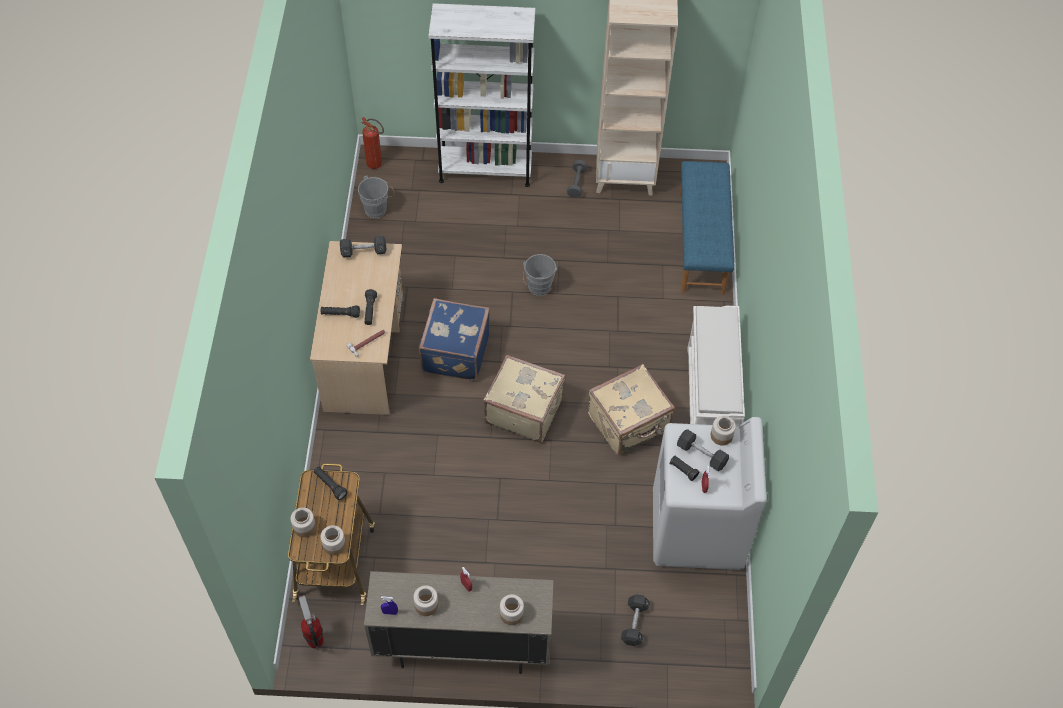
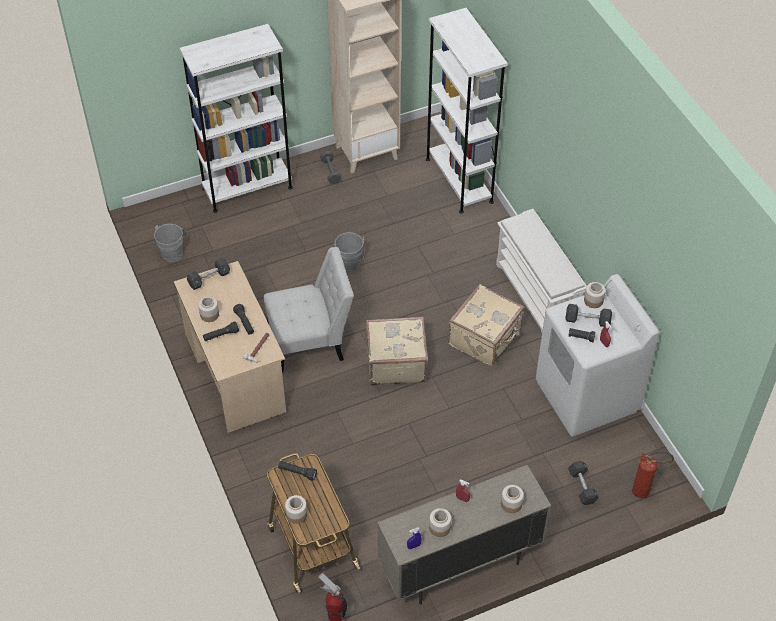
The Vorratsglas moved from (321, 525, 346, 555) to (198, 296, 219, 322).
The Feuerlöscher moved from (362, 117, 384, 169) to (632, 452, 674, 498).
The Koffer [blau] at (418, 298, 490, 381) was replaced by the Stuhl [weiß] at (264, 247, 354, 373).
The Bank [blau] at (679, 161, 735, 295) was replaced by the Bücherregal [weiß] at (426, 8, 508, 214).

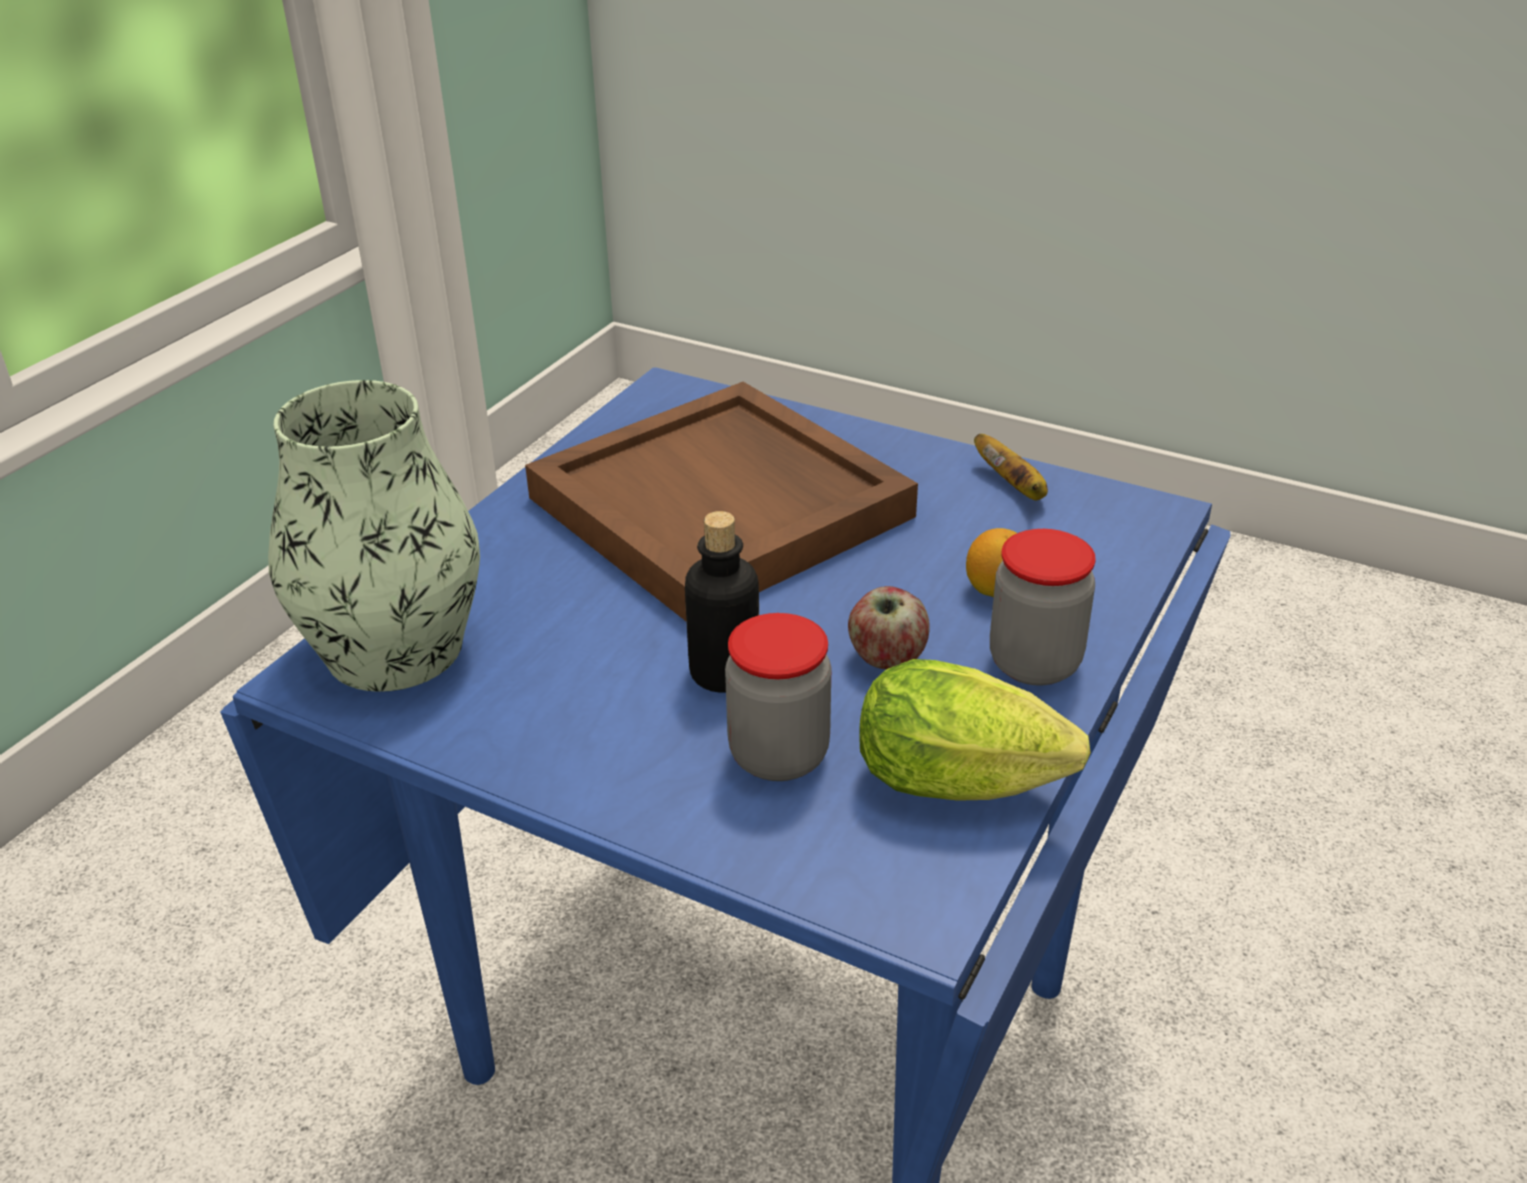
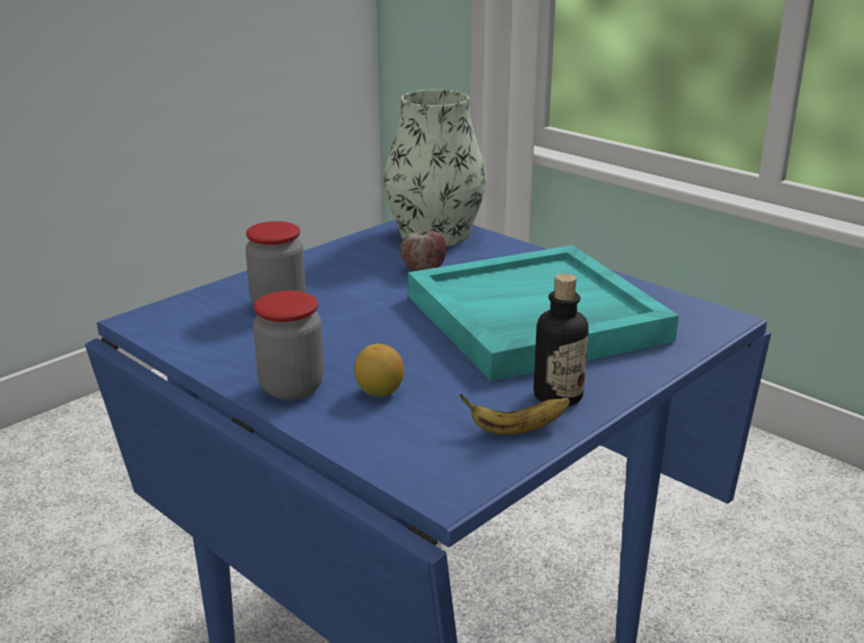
The Salatkopf at (859, 659, 1091, 801) disappeared.
The Flasche moved from (685, 511, 759, 693) to (534, 274, 589, 406).
The Apfel moved from (848, 586, 930, 669) to (400, 230, 447, 271).
The Tablett [braun] at (525, 382, 918, 621) became the Tablett [türkis] at (408, 245, 679, 381).

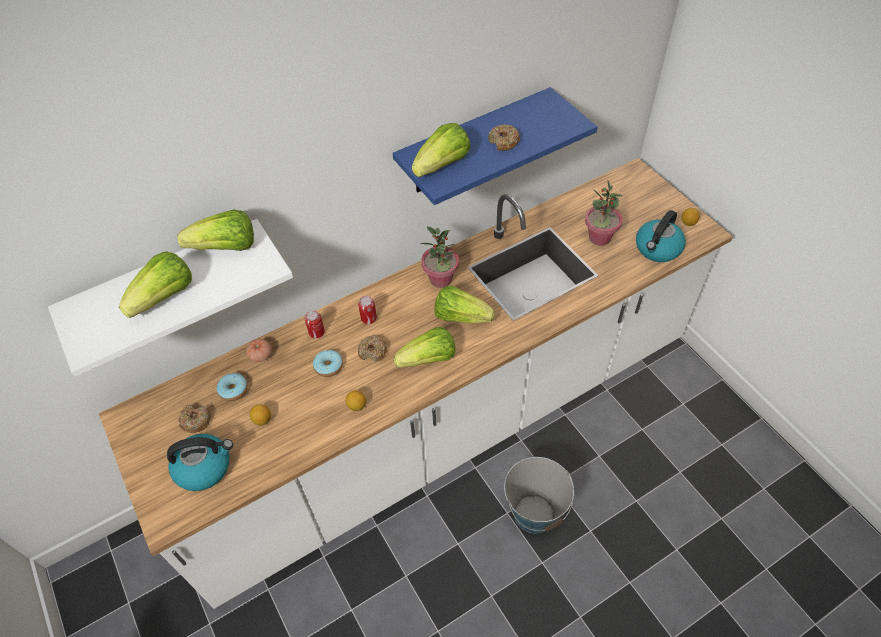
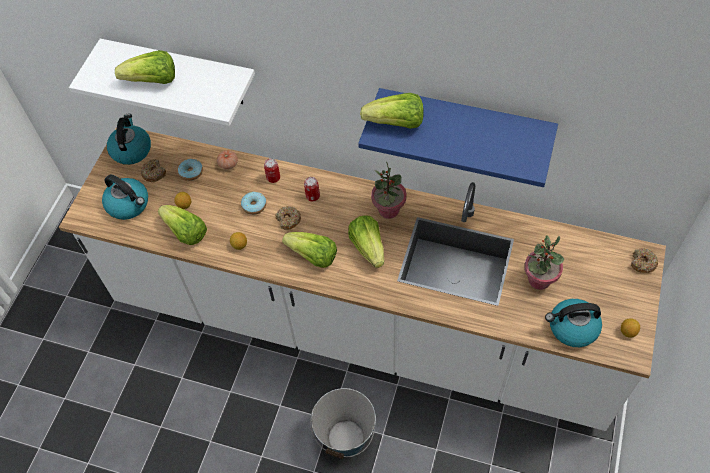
The Wasserkessel at (107, 114, 151, 165) appeared.
The Salatkopf moved from (178, 210, 254, 251) to (158, 205, 207, 245).
The Donut moved from (488, 124, 520, 151) to (631, 248, 658, 273).

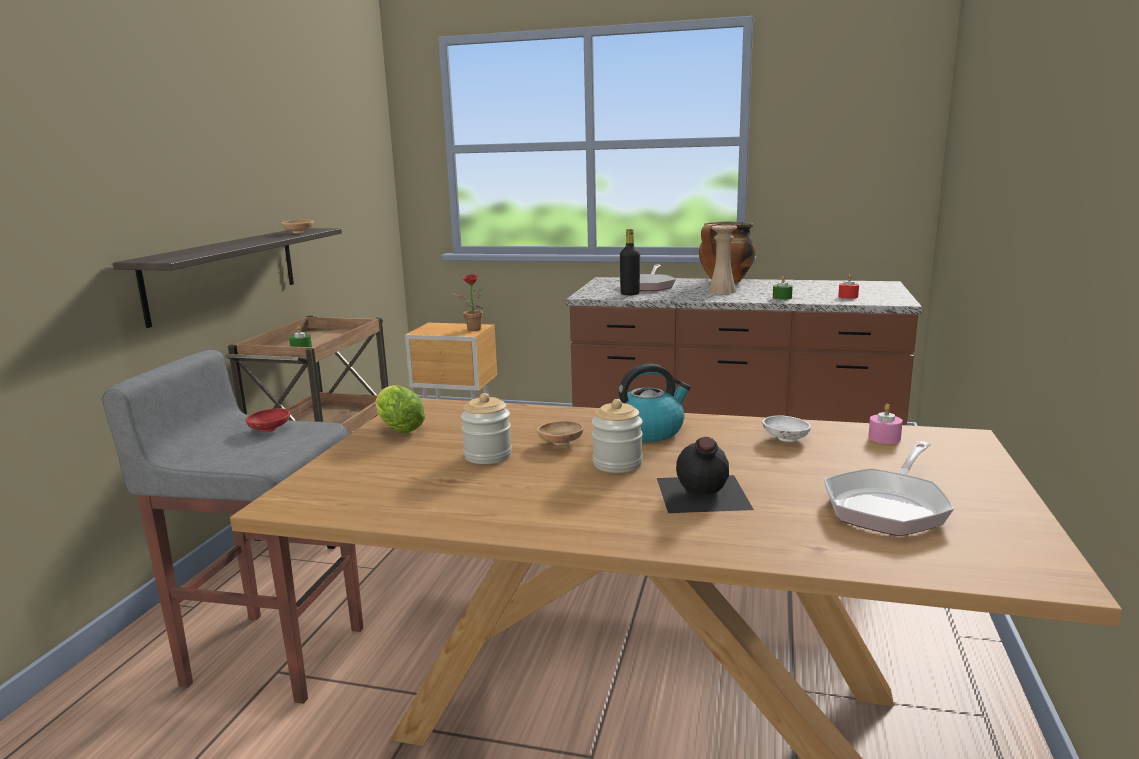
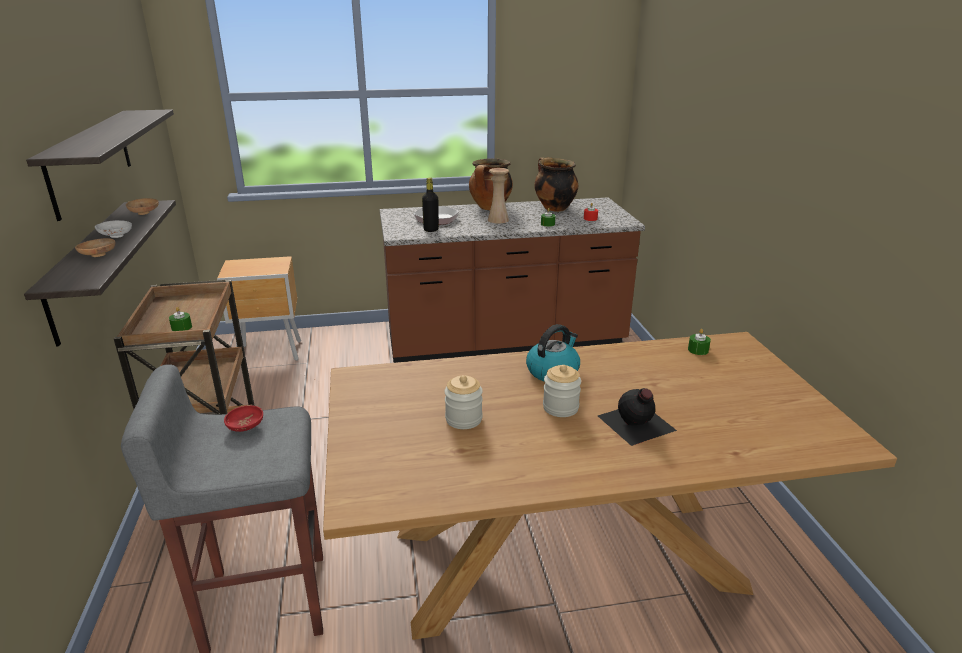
The Salatkopf at (375, 385, 425, 433) disappeared.
The Topfpflanze at (452, 274, 483, 331) disappeared.
The Pfanne at (824, 441, 954, 536) disappeared.
The Wandregal at (26, 109, 174, 221) appeared.
The Kochtopf at (534, 157, 578, 212) appeared.
The Schüssel [braun] moved from (537, 421, 584, 445) to (75, 238, 115, 257).
The Schüssel [weiß] moved from (762, 416, 811, 442) to (95, 220, 132, 238).
The Kerze [rosa] at (868, 404, 903, 444) became the Kerze [grün] at (688, 329, 711, 355).

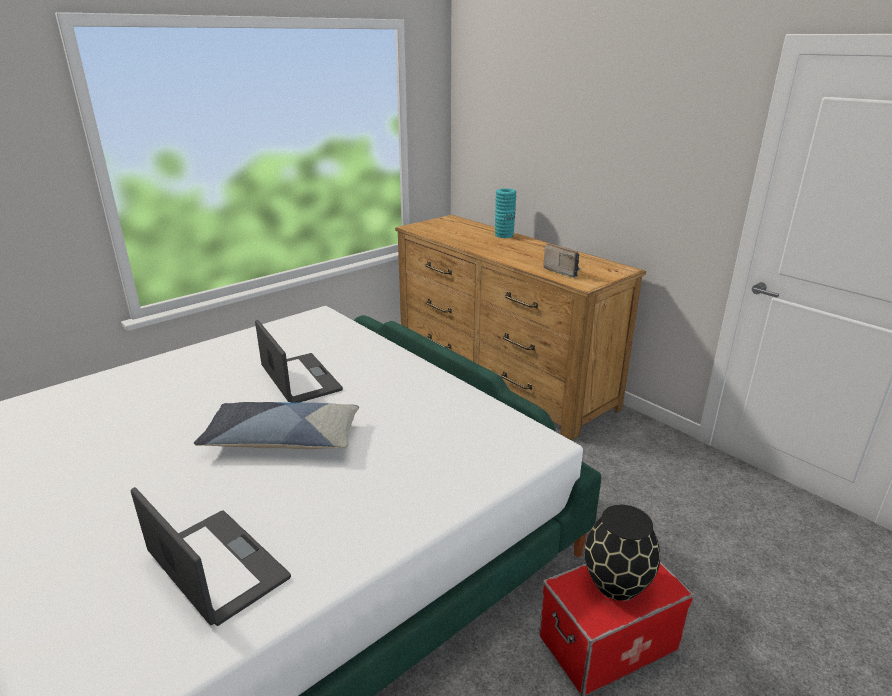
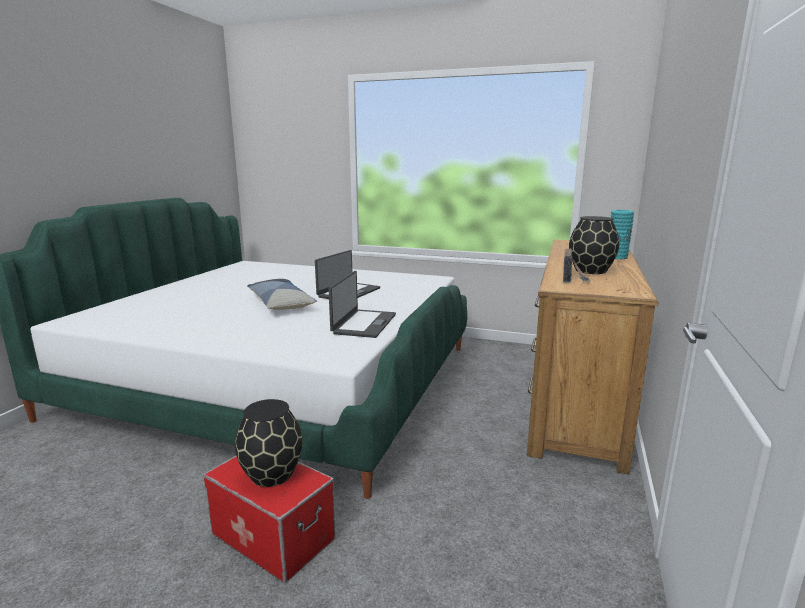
The Vase [schwarz] at (569, 216, 619, 274) appeared.
The Laptop moved from (131, 487, 291, 626) to (328, 271, 396, 338).

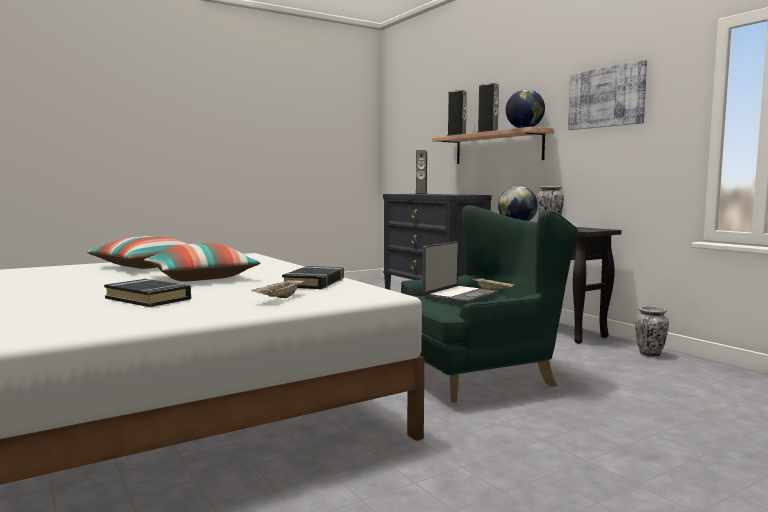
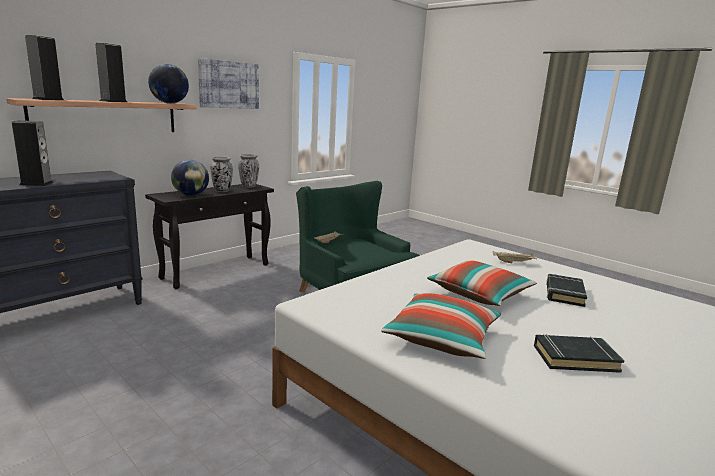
The Laptop at (422, 241, 498, 305) disappeared.
The Buch [schwarz] moved from (282, 266, 344, 289) to (534, 334, 624, 373).
The Vase moved from (635, 306, 669, 357) to (238, 154, 259, 188).

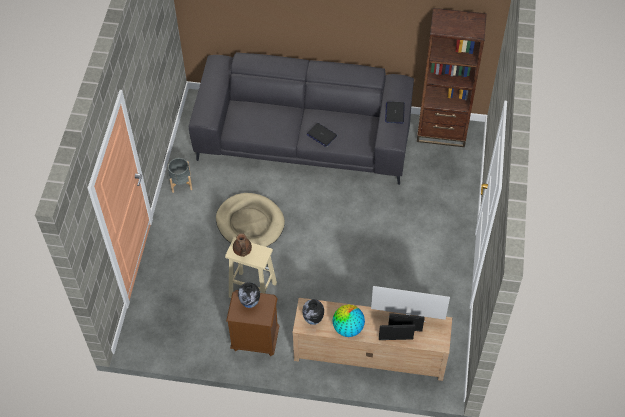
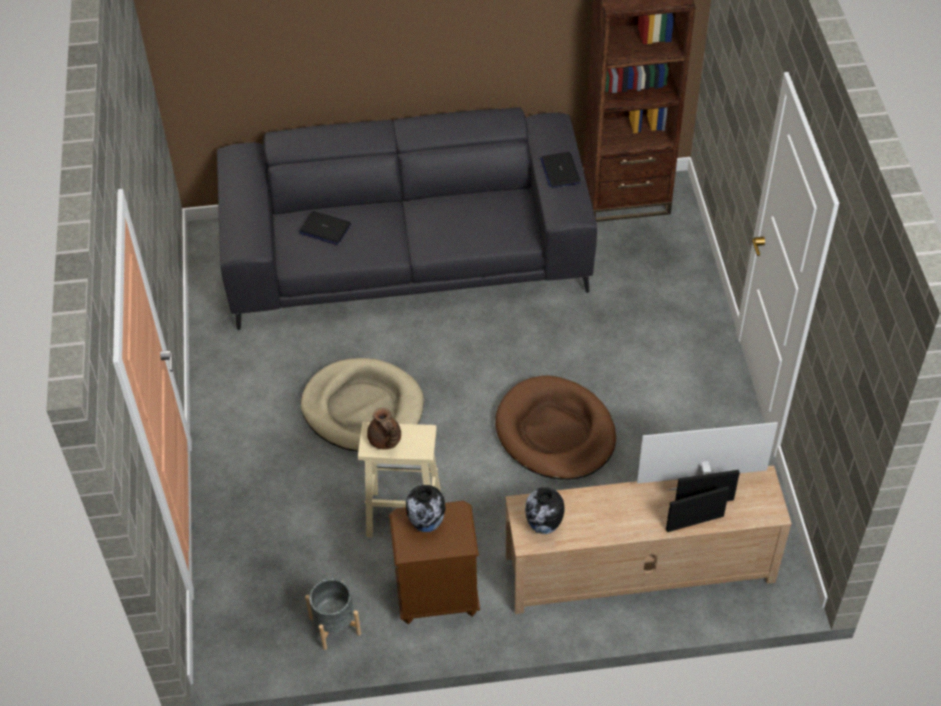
The Globus at (332, 305, 365, 337) disappeared.
The Hundebett [braun] at (495, 375, 616, 480) appeared.
The Pflanzkübel [grau] moved from (168, 158, 193, 193) to (305, 579, 361, 650).
The Laptop moved from (307, 123, 337, 147) to (299, 211, 351, 245).

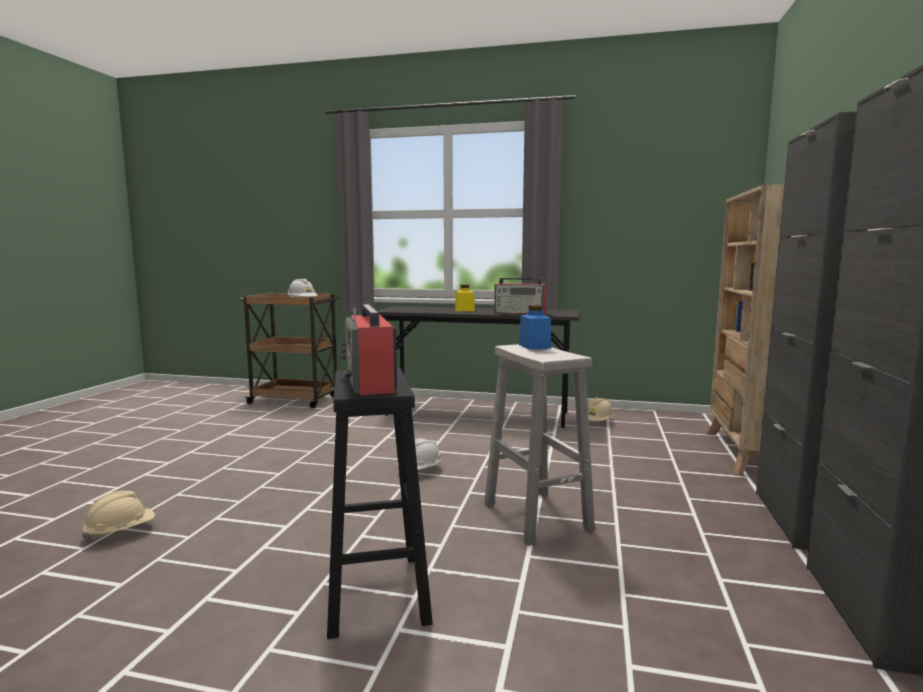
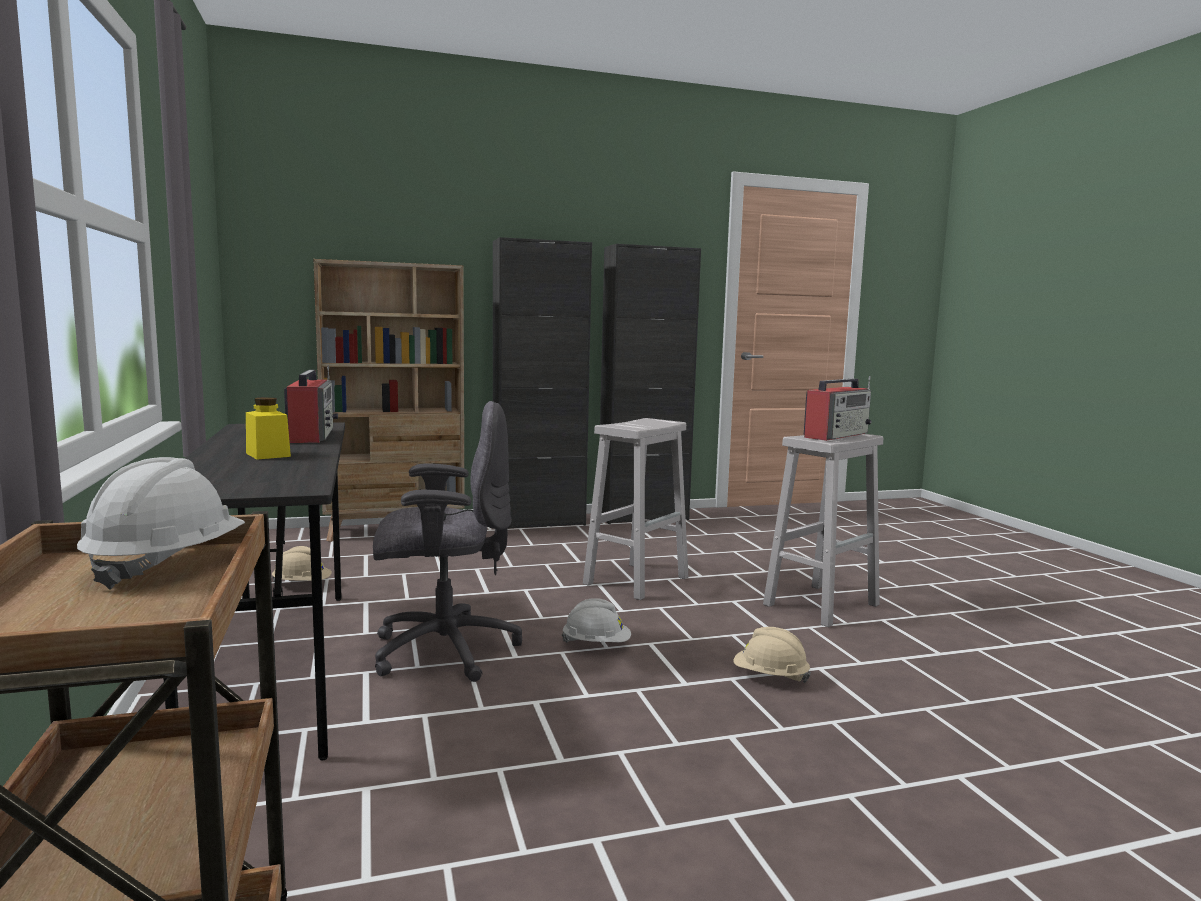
The Vorratsglas [blau] at (519, 305, 551, 350) disappeared.
The Bürostuhl [grau] at (373, 401, 522, 682) appeared.
The Schutzhelm [beige] moved from (82, 491, 155, 542) to (733, 627, 811, 683).
The Hocker [schwarz] at (327, 368, 433, 639) became the Hocker [weiß] at (763, 434, 883, 627).

